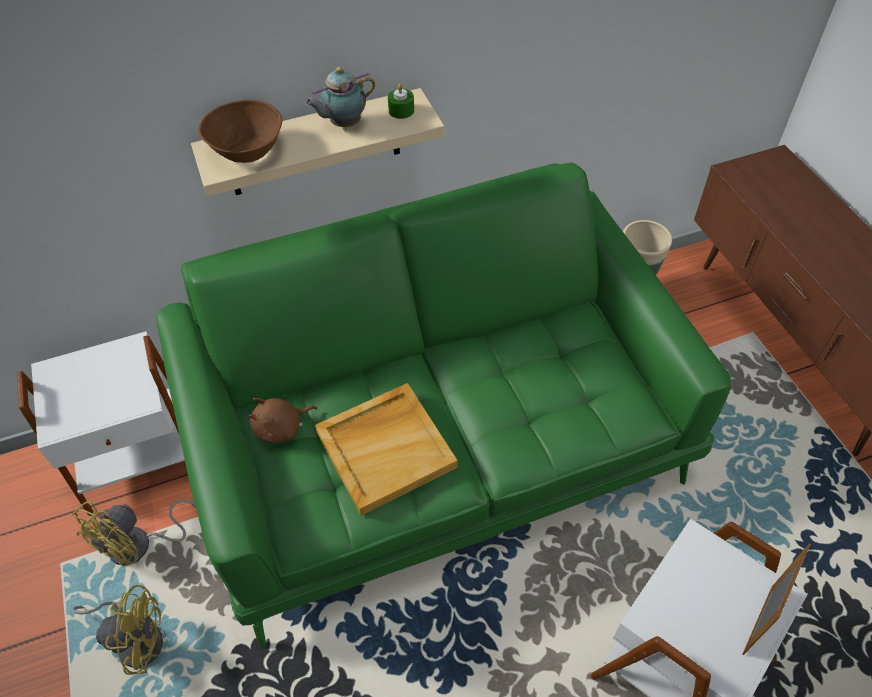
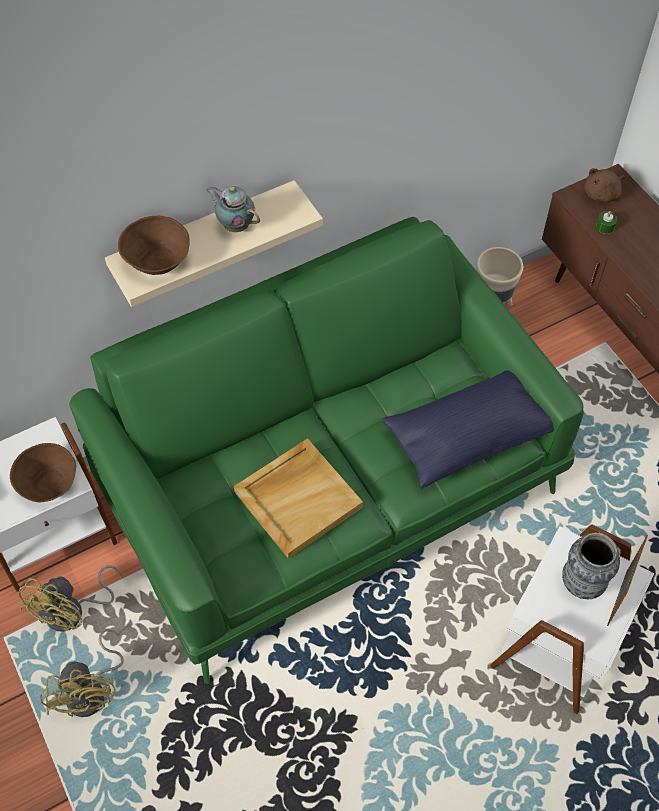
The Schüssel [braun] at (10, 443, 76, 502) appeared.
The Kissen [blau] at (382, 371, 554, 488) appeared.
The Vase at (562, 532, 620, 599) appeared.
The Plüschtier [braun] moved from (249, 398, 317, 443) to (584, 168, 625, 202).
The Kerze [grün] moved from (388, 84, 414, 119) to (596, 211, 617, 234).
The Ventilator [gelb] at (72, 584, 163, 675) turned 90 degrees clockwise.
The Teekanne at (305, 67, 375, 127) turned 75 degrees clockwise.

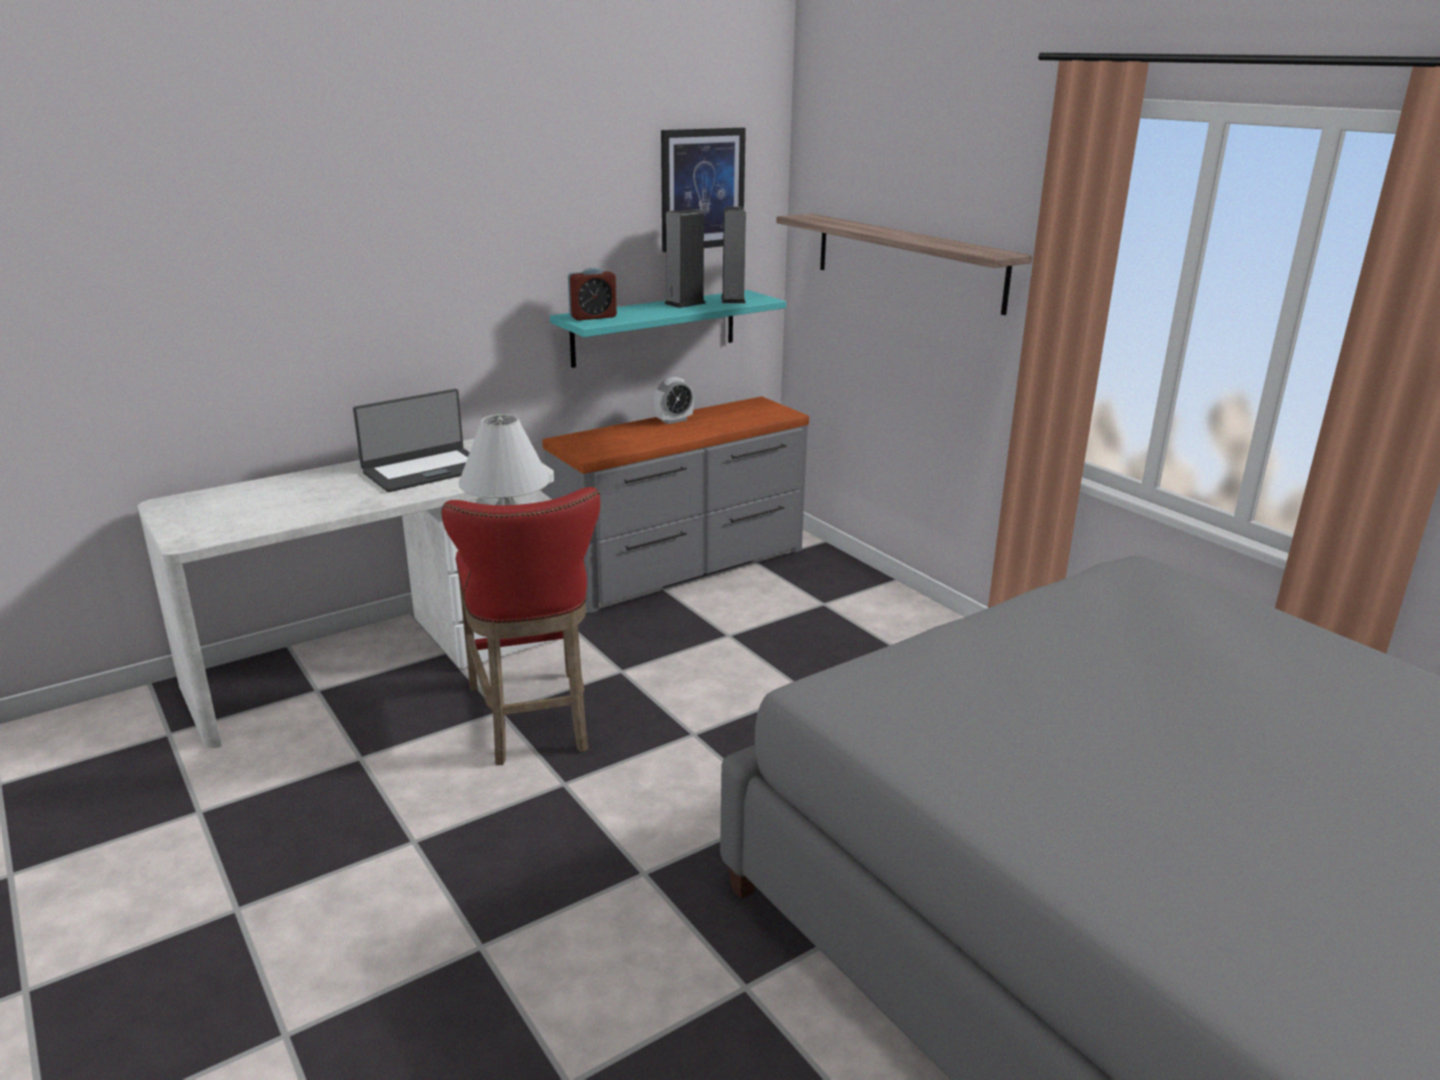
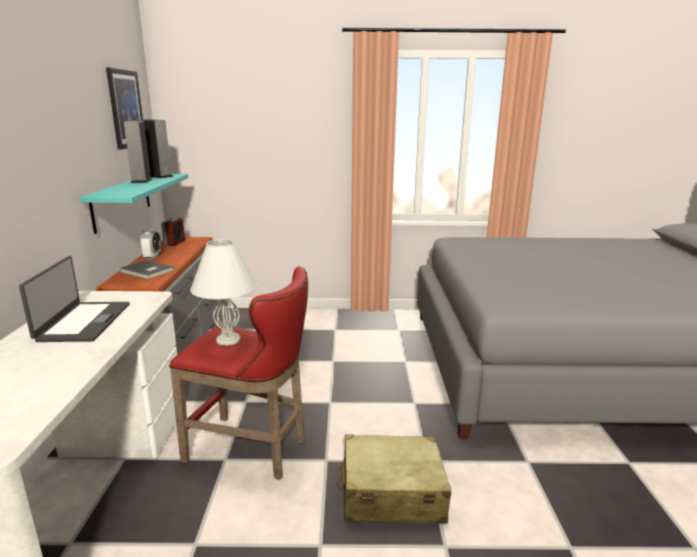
The Wandregal at (776, 213, 1032, 315) disappeared.
The Buch [grau] at (120, 260, 174, 280) appeared.
The Koffer [beige] at (336, 434, 451, 523) appeared.
The Wecker moved from (568, 268, 617, 321) to (161, 217, 185, 246).

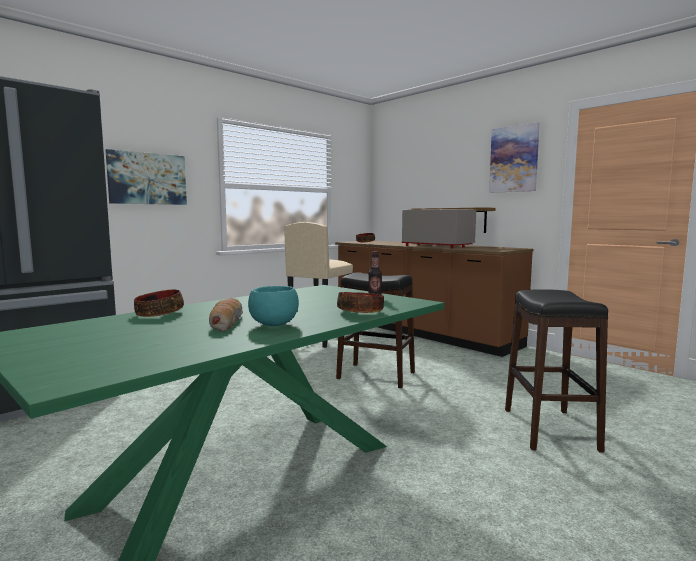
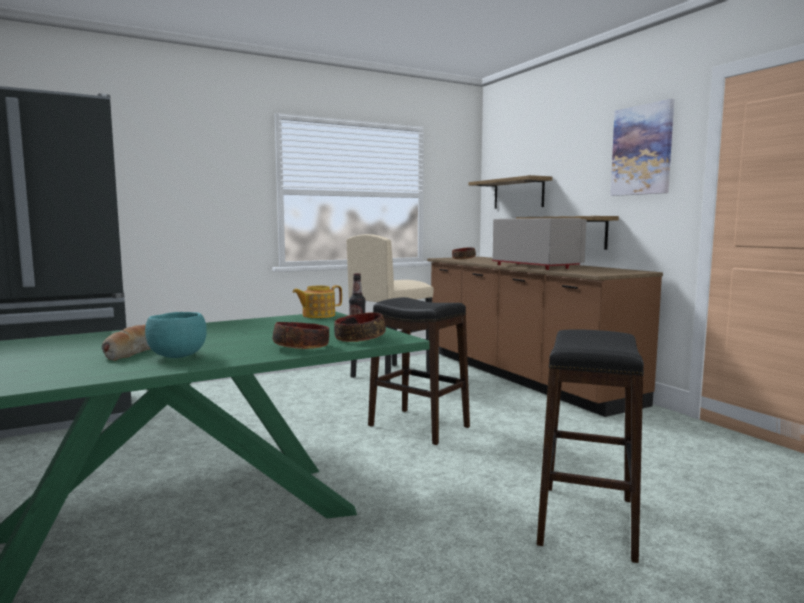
The Bild at (106, 149, 187, 205) disappeared.
The Teekanne at (293, 285, 342, 318) appeared.
The Wandregal at (468, 175, 553, 209) appeared.
The Schüssel moved from (134, 289, 184, 317) to (334, 312, 386, 342).

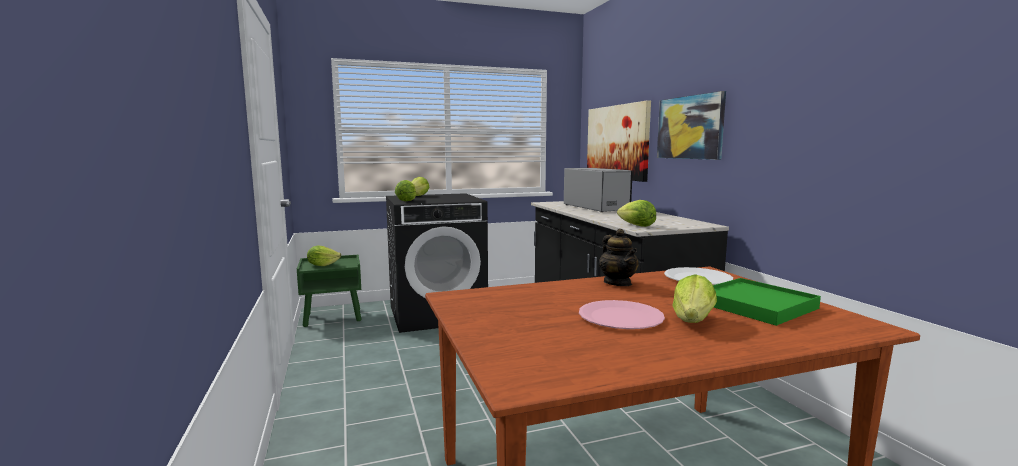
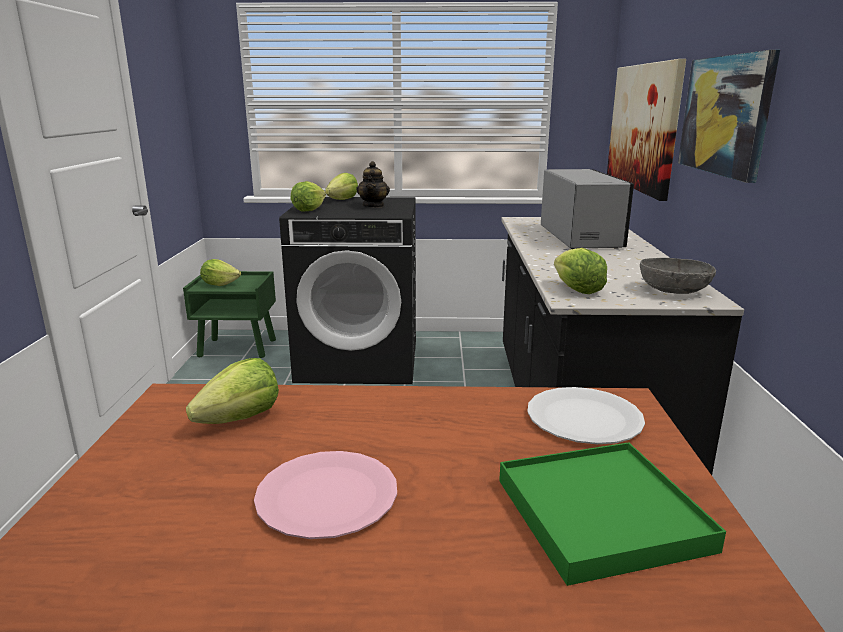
The Schüssel [grau] at (640, 258, 716, 294) appeared.
The Teekanne moved from (599, 229, 639, 286) to (356, 161, 390, 208).
The Salatkopf moved from (672, 274, 717, 323) to (186, 358, 279, 424).

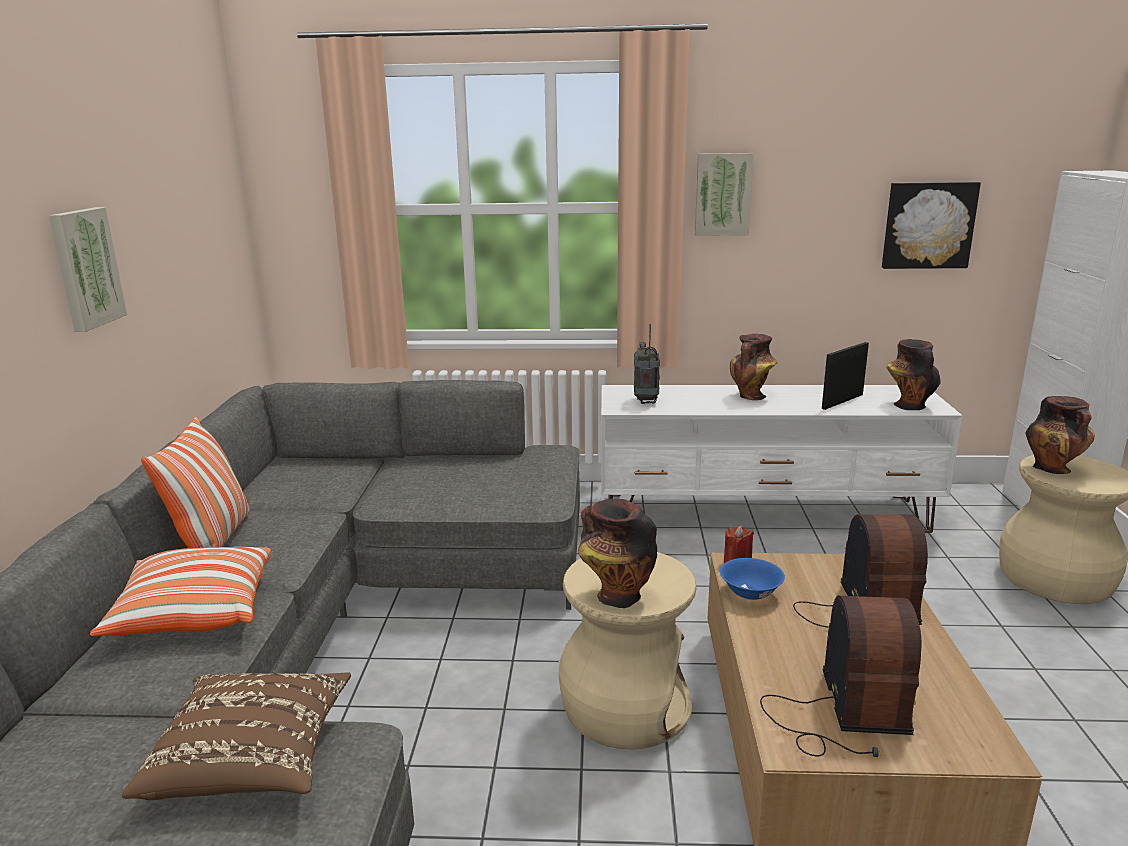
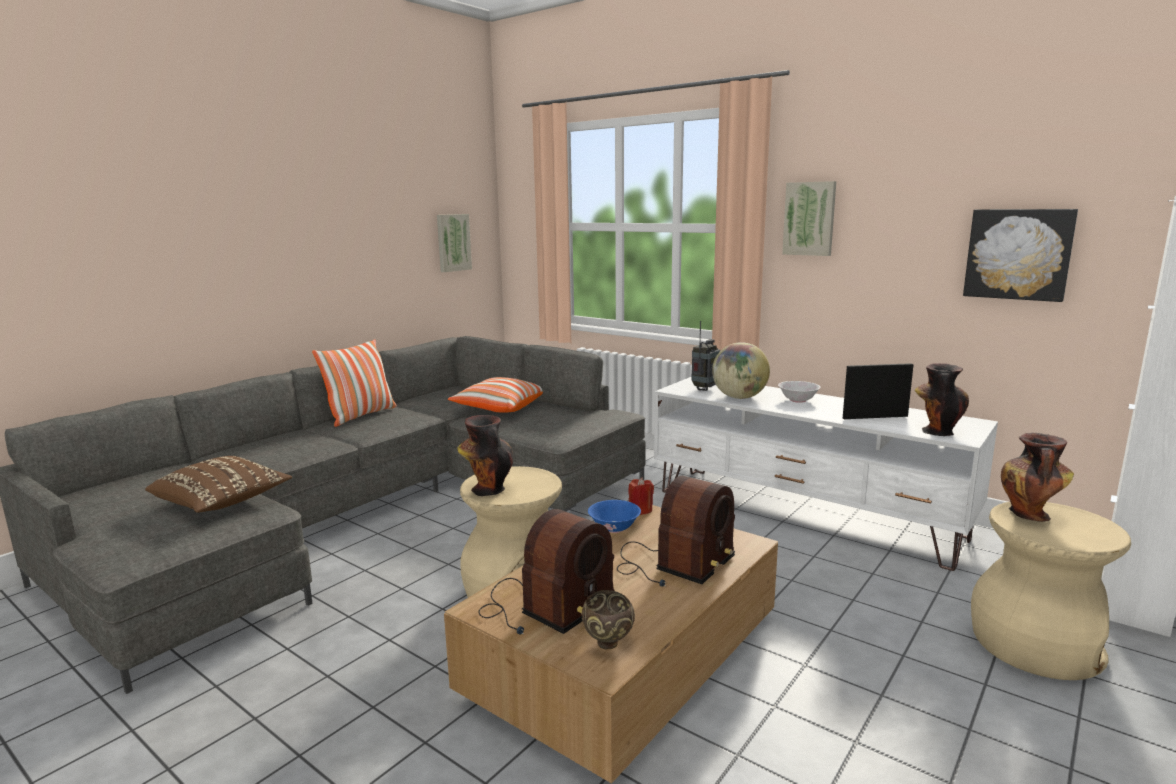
The Schüssel [braun] at (582, 590, 635, 649) appeared.
The Globus at (712, 342, 770, 399) appeared.
The Bild moved from (48, 207, 127, 332) to (437, 214, 472, 272).
The Kissen moved from (90, 547, 271, 636) to (448, 377, 543, 413).
The Vase at (730, 334, 777, 400) was replaced by the Schüssel [weiß] at (778, 381, 821, 403).

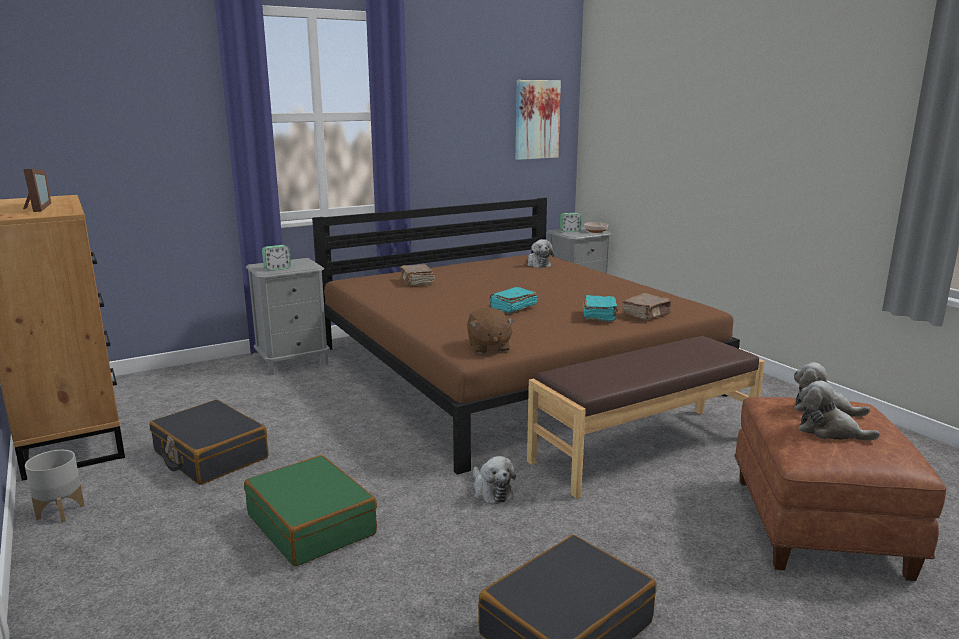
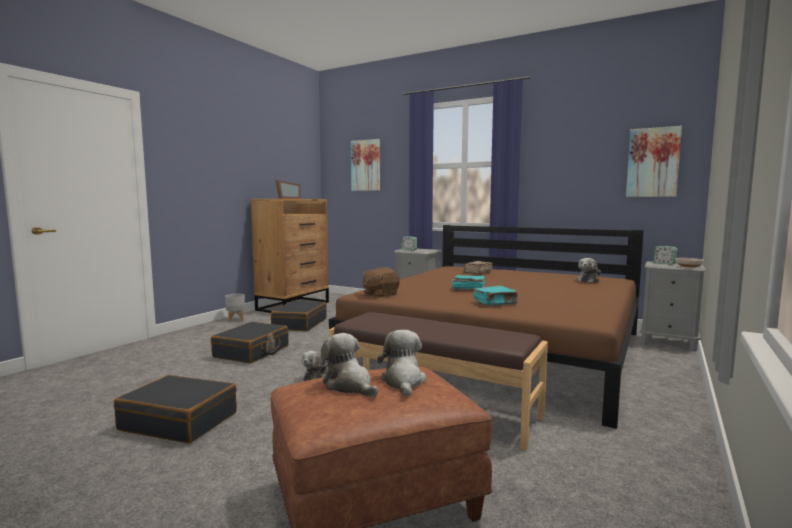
The Buch [braun] at (623, 293, 671, 320) disappeared.
The Bild at (351, 139, 380, 191) appeared.
The Koffer [grün] at (244, 455, 377, 567) became the Koffer [schwarz] at (211, 322, 289, 364).
The Plüschtier at (799, 380, 880, 441) turned 45 degrees counterclockwise.

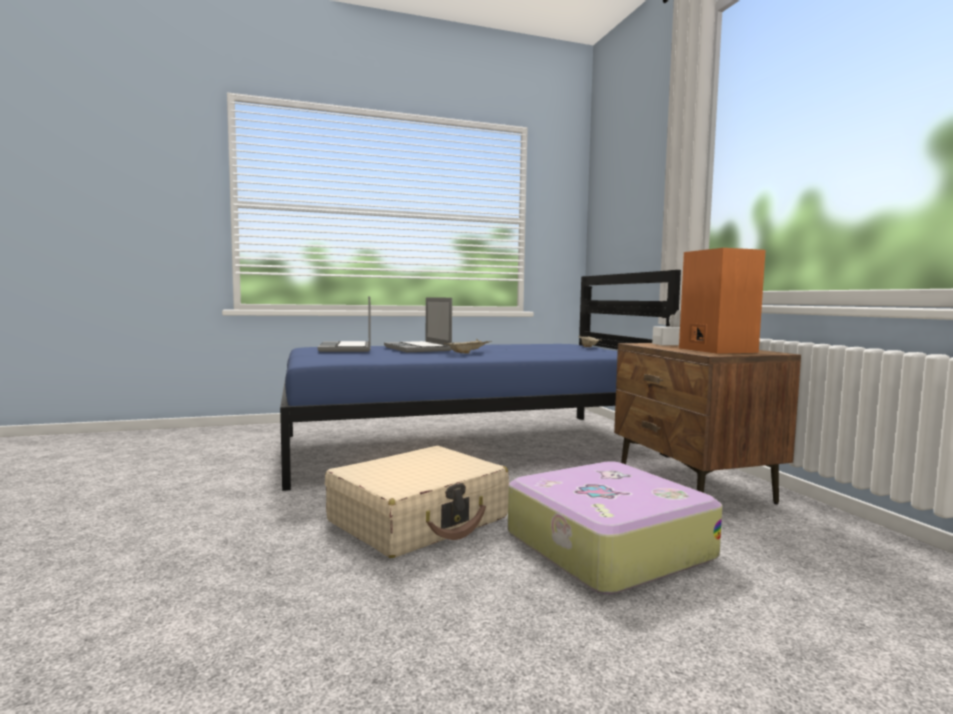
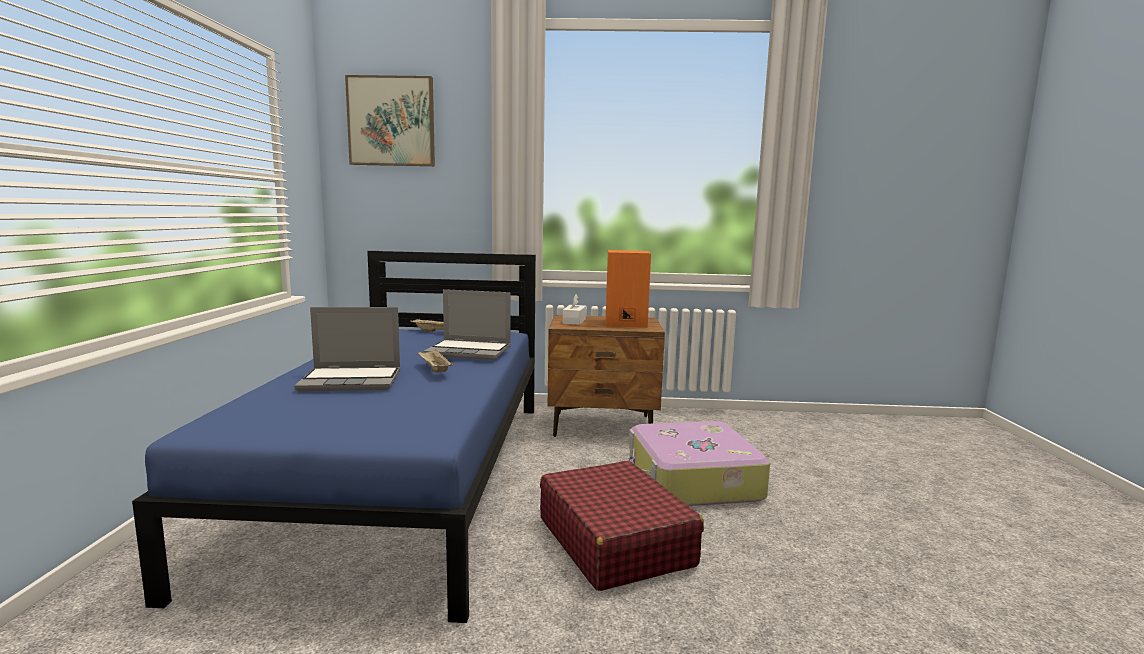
The Bild at (345, 75, 435, 166) appeared.
The Laptop moved from (318, 296, 371, 352) to (424, 289, 511, 360).
The Koffer [beige] at (325, 446, 509, 558) became the Koffer [rot] at (540, 461, 704, 591).

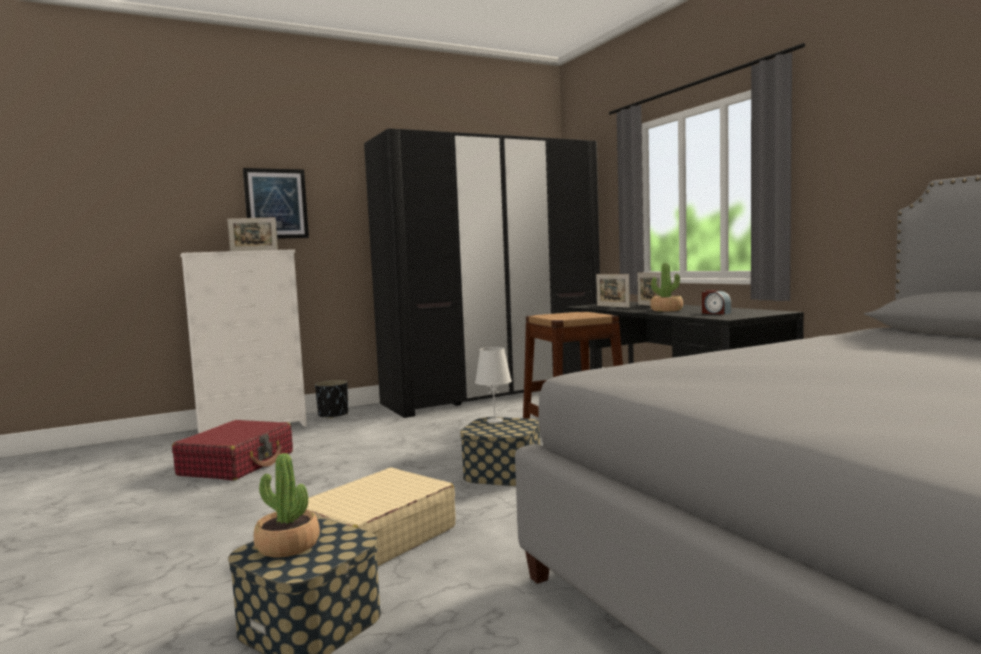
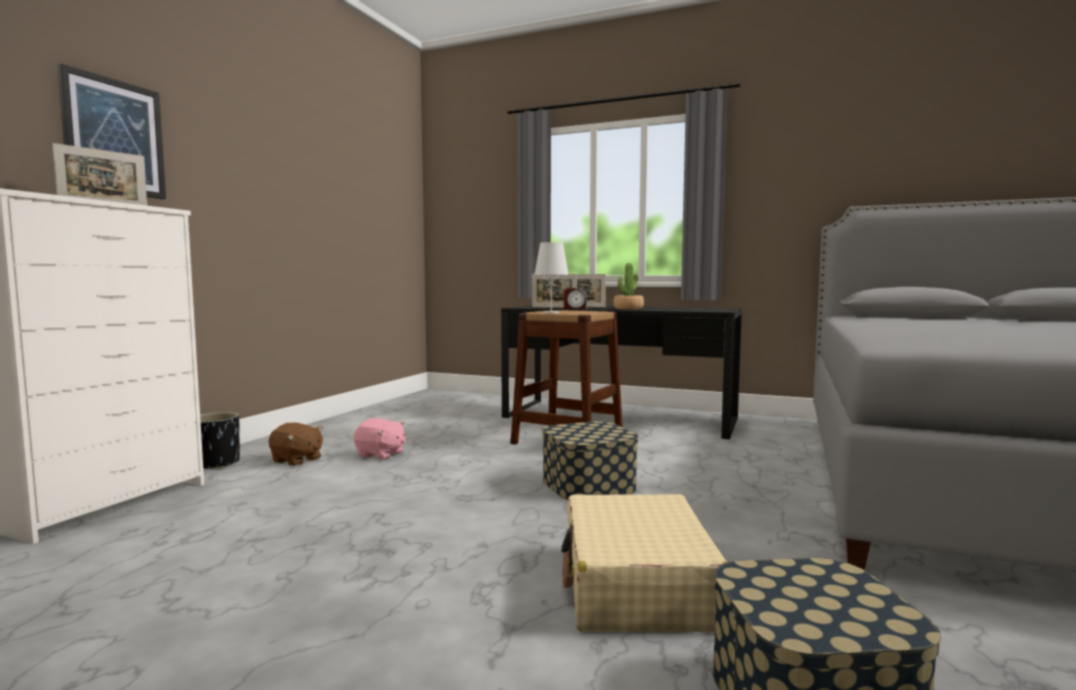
The Koffer [rot] at (172, 420, 293, 480) disappeared.
The Topfpflanze at (254, 453, 320, 558) disappeared.
The Kleiderschrank [schwarz] at (364, 129, 602, 418) disappeared.
The Plüschtier [braun] at (269, 423, 323, 466) appeared.
The Plüschtier [rosa] at (354, 418, 405, 460) appeared.
The Tischlampe [weiß] moved from (475, 347, 512, 423) to (534, 242, 569, 313).
The Wecker moved from (702, 290, 731, 314) to (564, 288, 587, 309).

